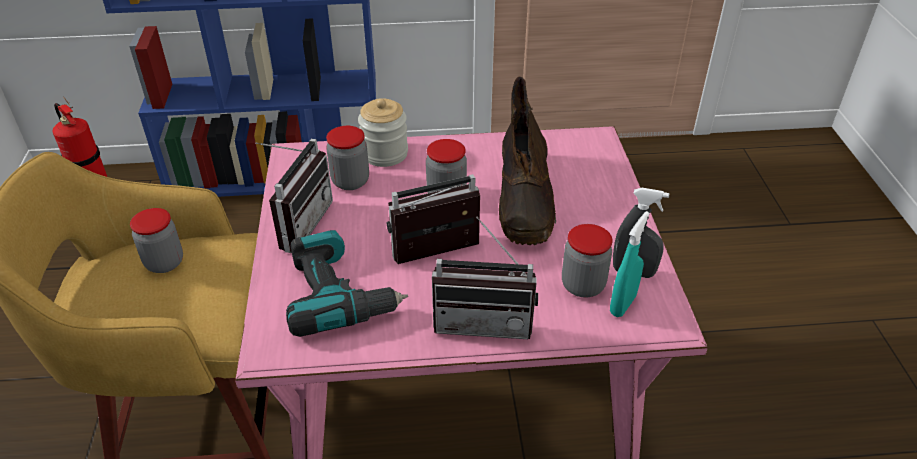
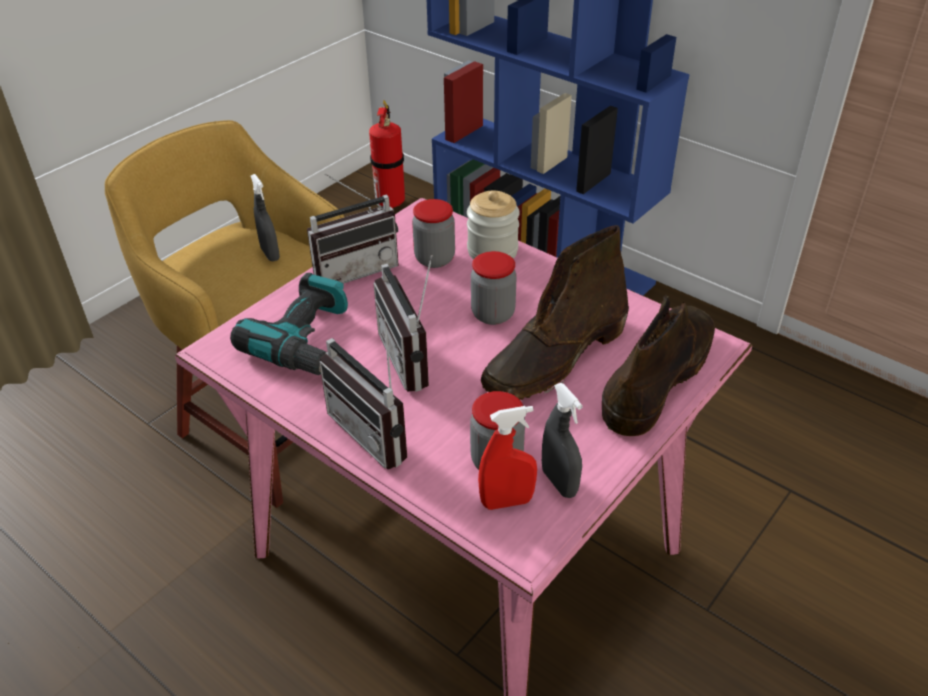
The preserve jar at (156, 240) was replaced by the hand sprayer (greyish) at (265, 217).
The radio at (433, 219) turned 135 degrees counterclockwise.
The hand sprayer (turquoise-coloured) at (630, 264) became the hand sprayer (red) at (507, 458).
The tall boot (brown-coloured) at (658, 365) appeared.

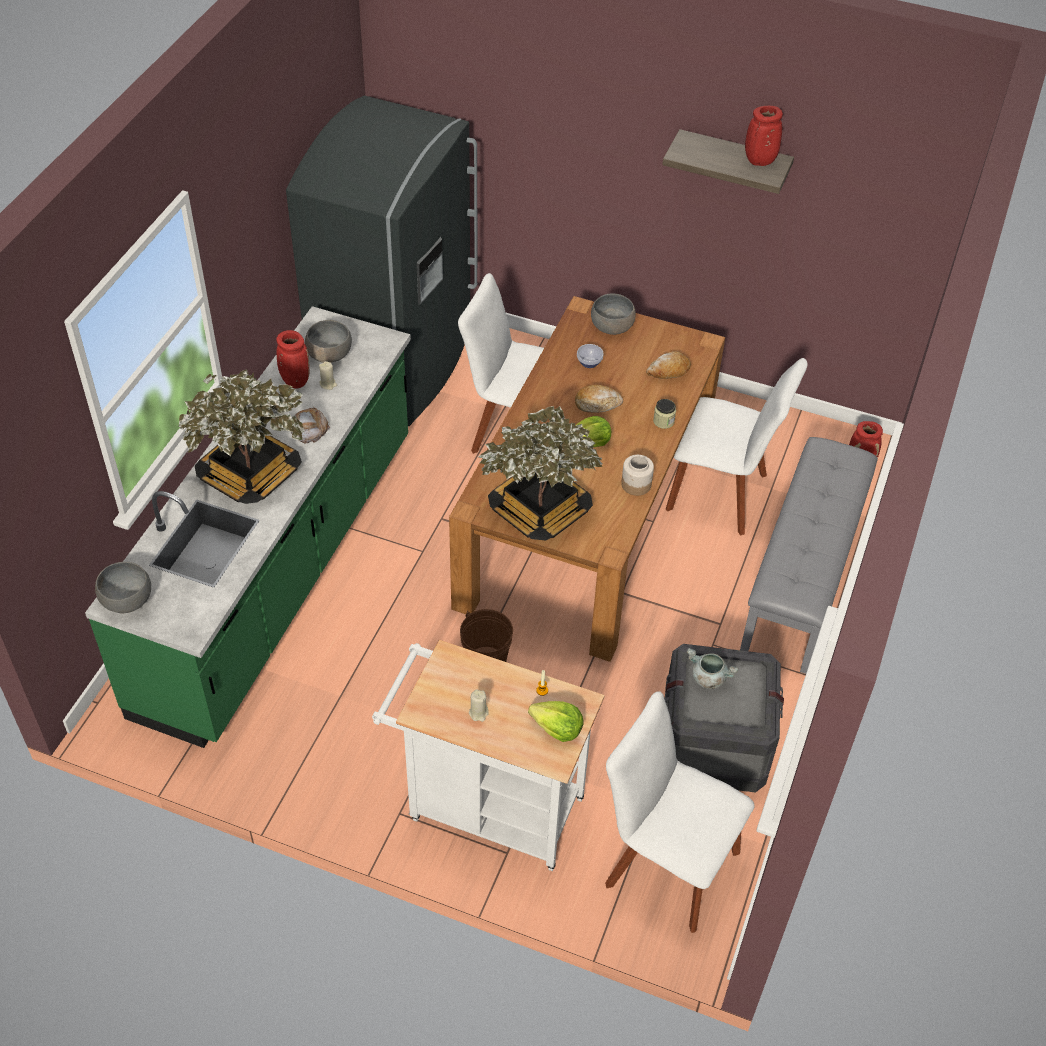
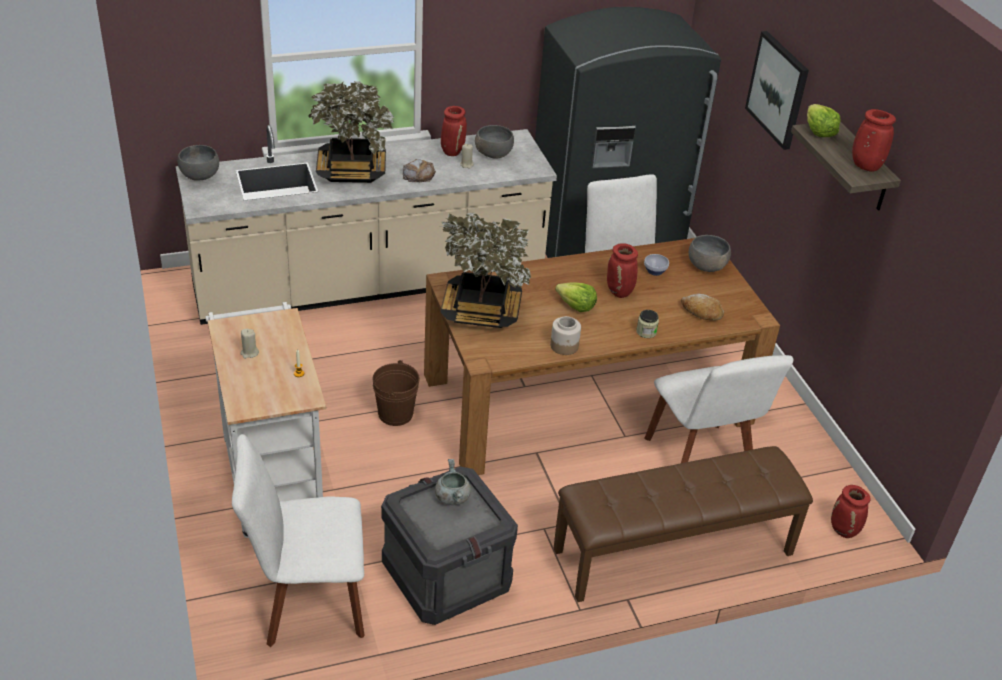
The counter (green-coloured) at (248, 527) became the counter (beige) at (366, 225).
The lettuce head moved from (555, 721) to (824, 120).
The baked bread at (599, 398) was replaced by the flower vase (red) at (622, 270).
The plain chair (white) at (680, 812) turned 90 degrees counterclockwise.
The indoor bench (greyish) at (809, 555) became the indoor bench (brown-coloured) at (683, 524).
The wall picture at (777, 90) appeared.

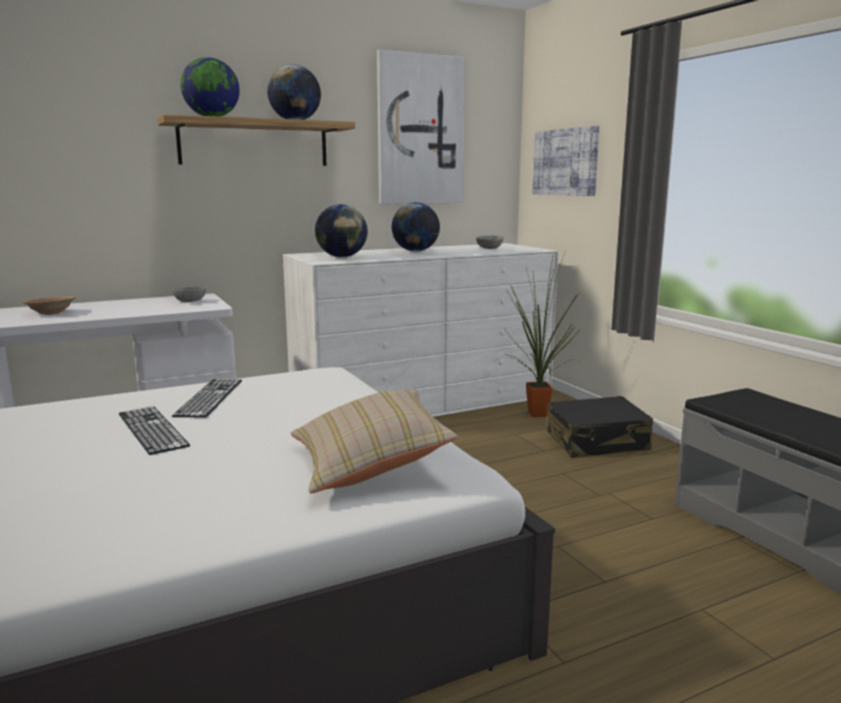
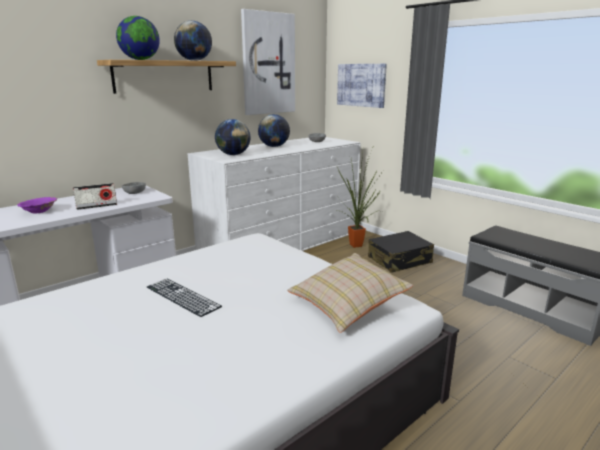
The bowl (brown-coloured) at (49, 305) became the bowl (purple) at (37, 205).
The keyboard at (207, 398) disappeared.
The radio at (95, 196) appeared.

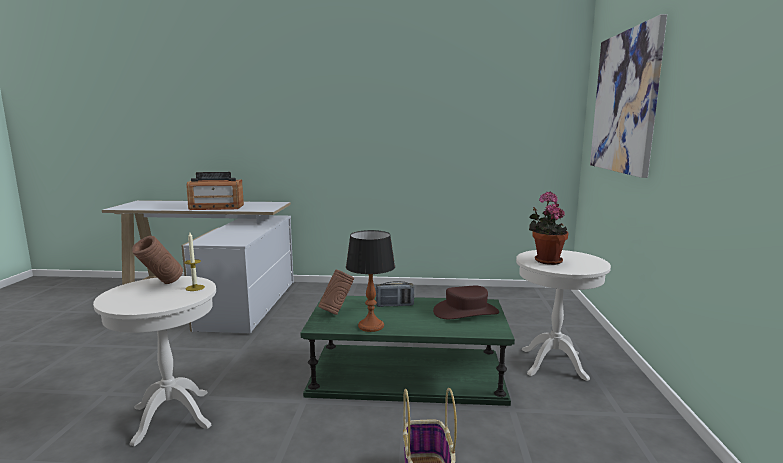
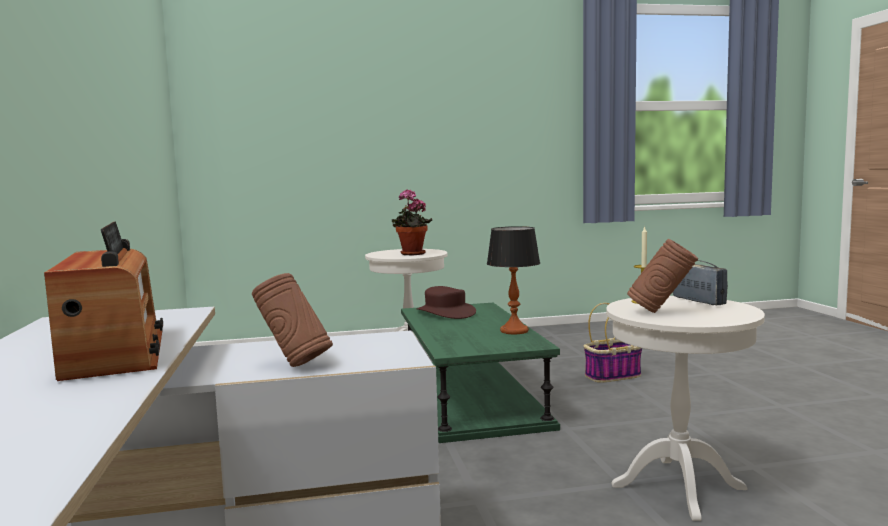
The flower vase (brown-coloured) moved from (336, 292) to (292, 320).
The radio moved from (395, 294) to (700, 282).
The wall picture at (628, 96) disappeared.

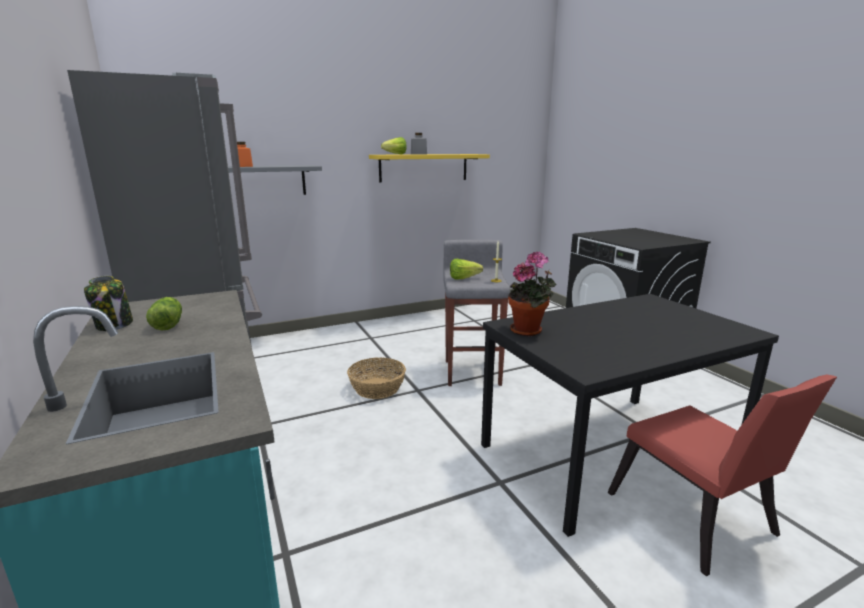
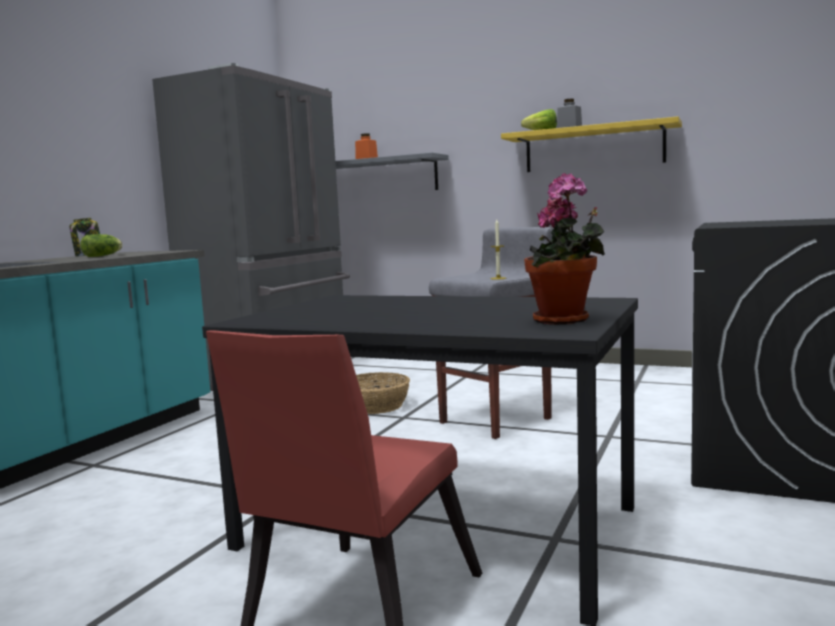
The lettuce head at (466, 269) disappeared.
The potted plant moved from (532, 293) to (564, 249).

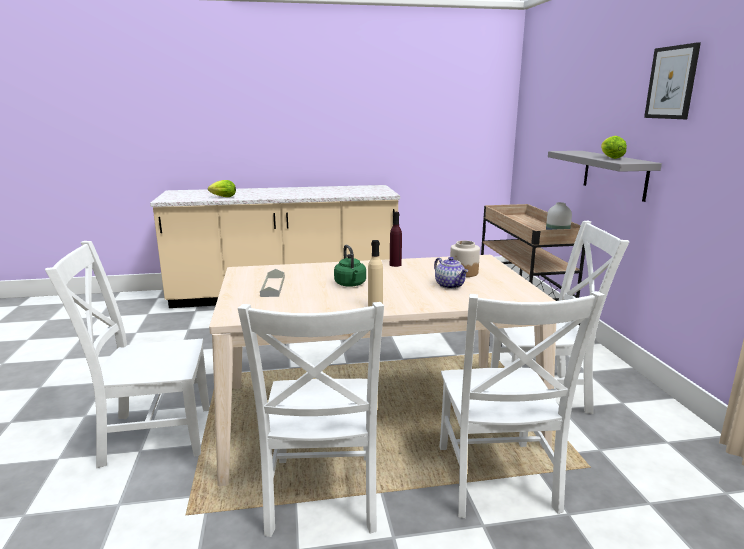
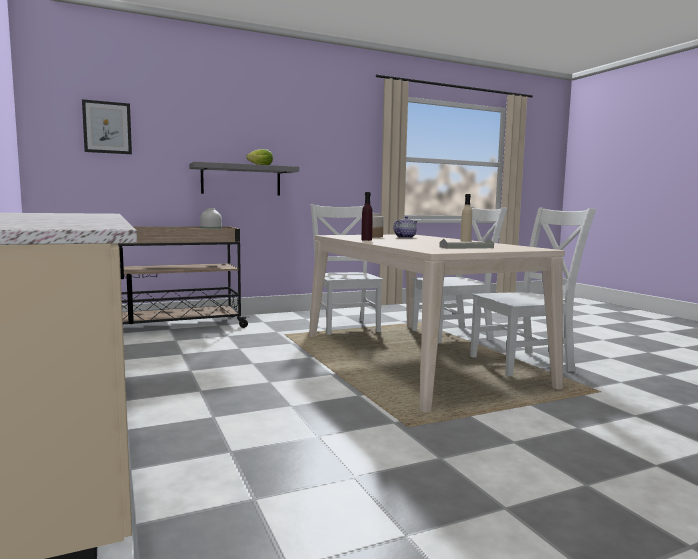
The plain chair (white) at (127, 354) disappeared.
The lettuce head at (222, 188) disappeared.
The tea kettle (green-coloured) at (350, 266) disappeared.
The wall picture moved from (672, 80) to (107, 126).

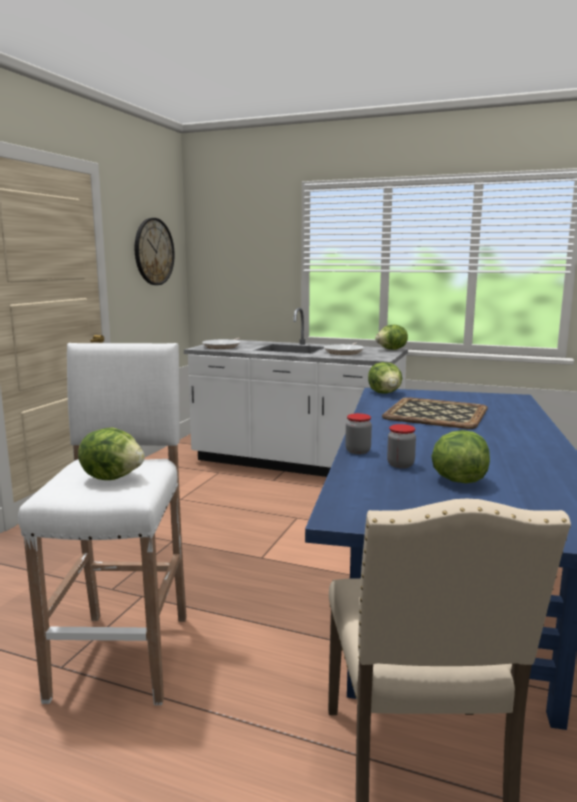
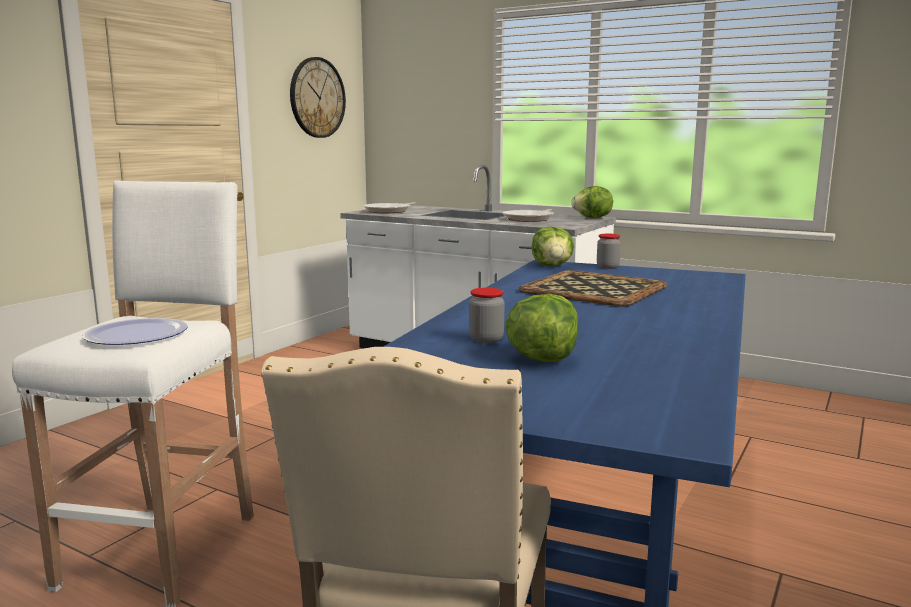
The lettuce head at (111, 453) was replaced by the dinner plate at (135, 331).
The preserve jar moved from (358, 433) to (609, 251).

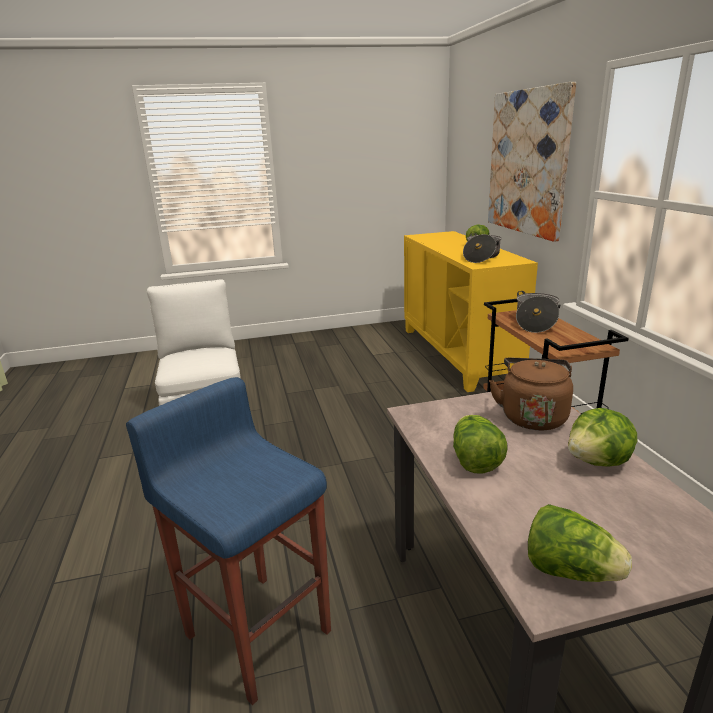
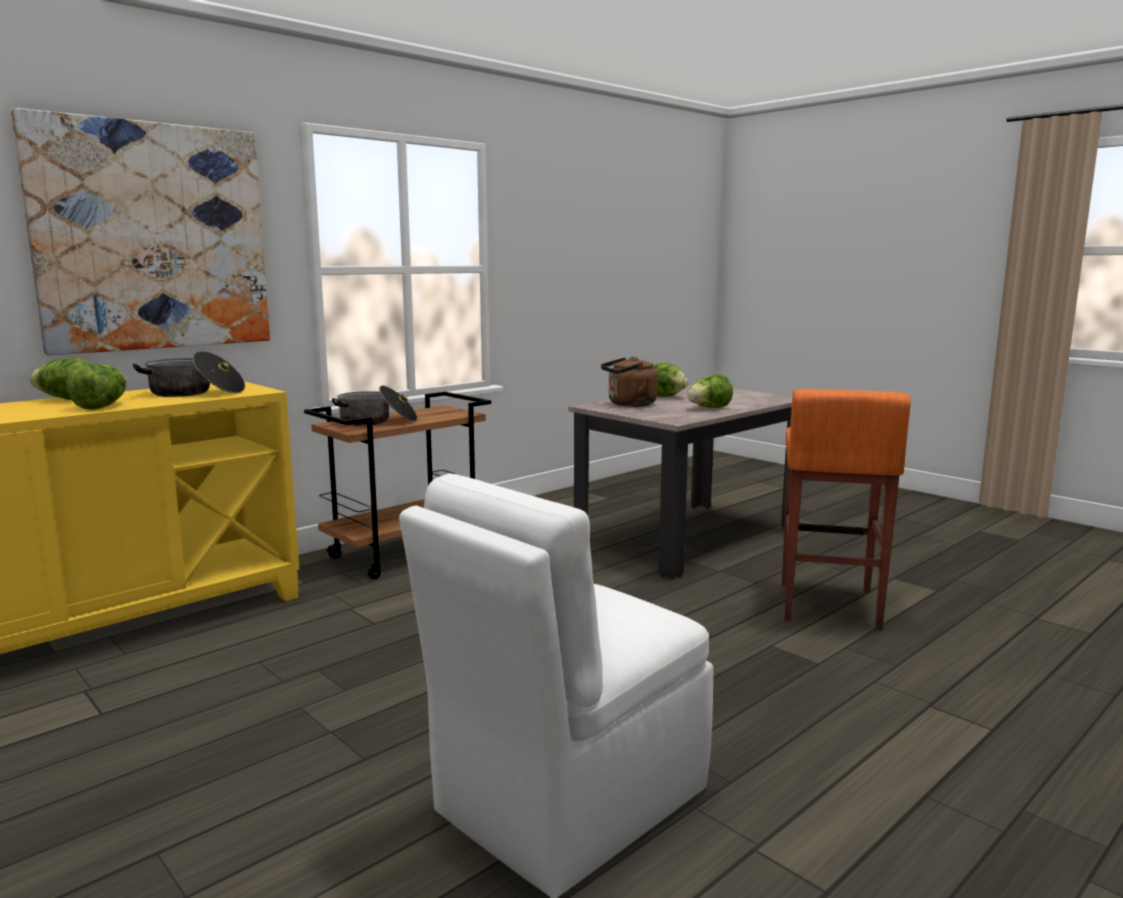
The stool seat (bluish) at (228, 541) became the stool seat (orangey) at (846, 509).
The lettuce head moved from (580, 543) to (96, 387).

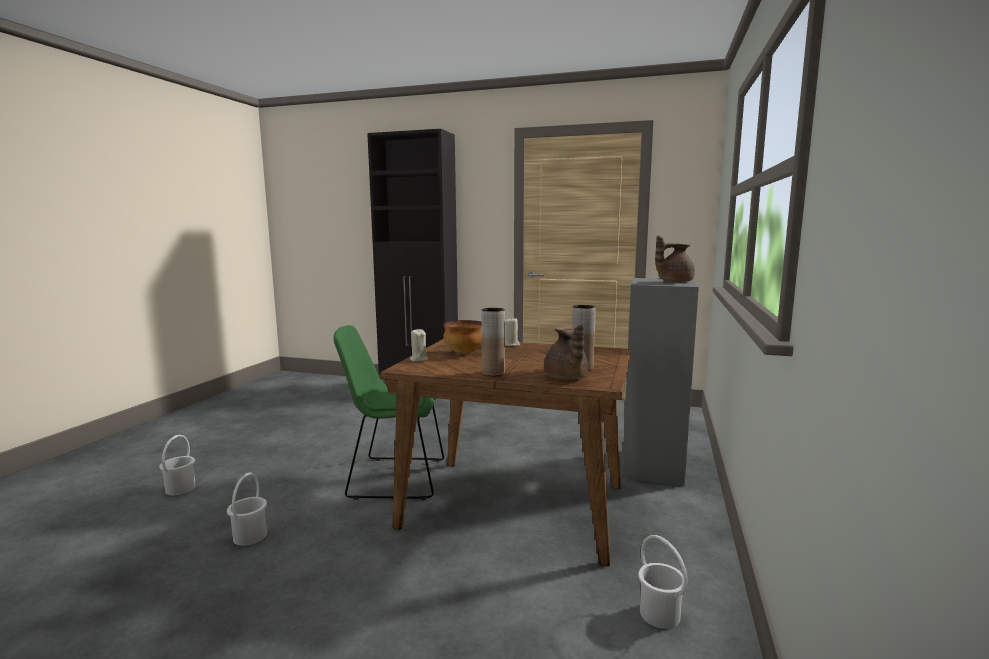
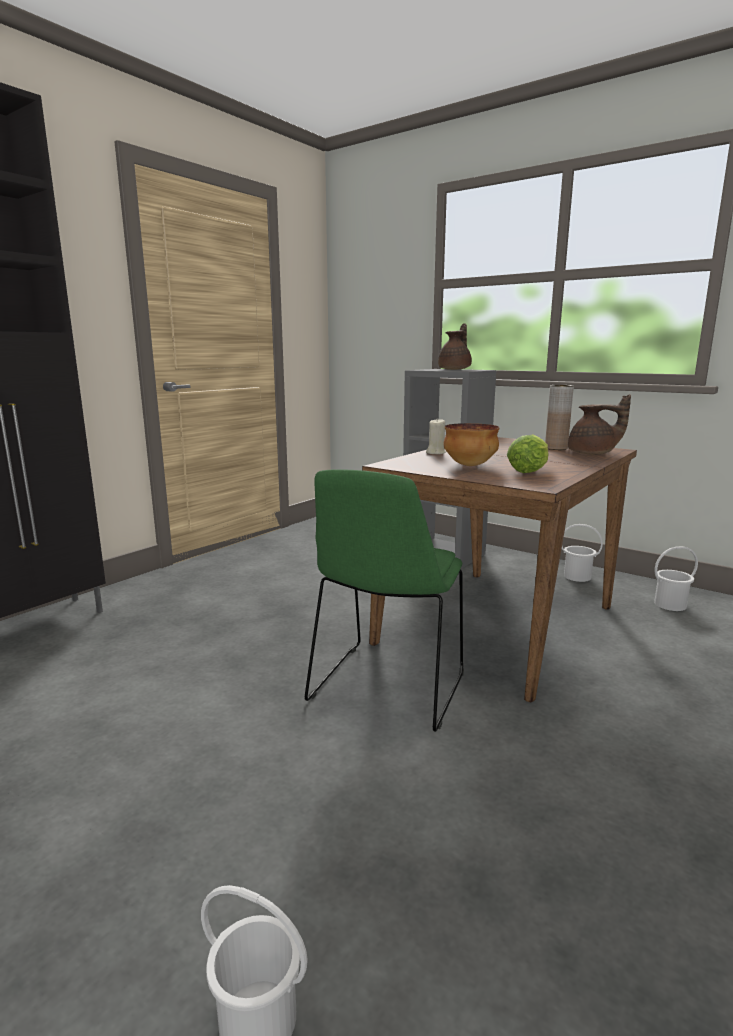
The water bucket (white) moved from (247, 509) to (582, 553).
The candle (beige) at (419, 345) disappeared.
The flower vase (brown-coloured) at (493, 342) disappeared.
The tea pot (brown-coloured) at (675, 258) turned 150 degrees counterclockwise.
The lettuce head at (528, 453) appeared.

